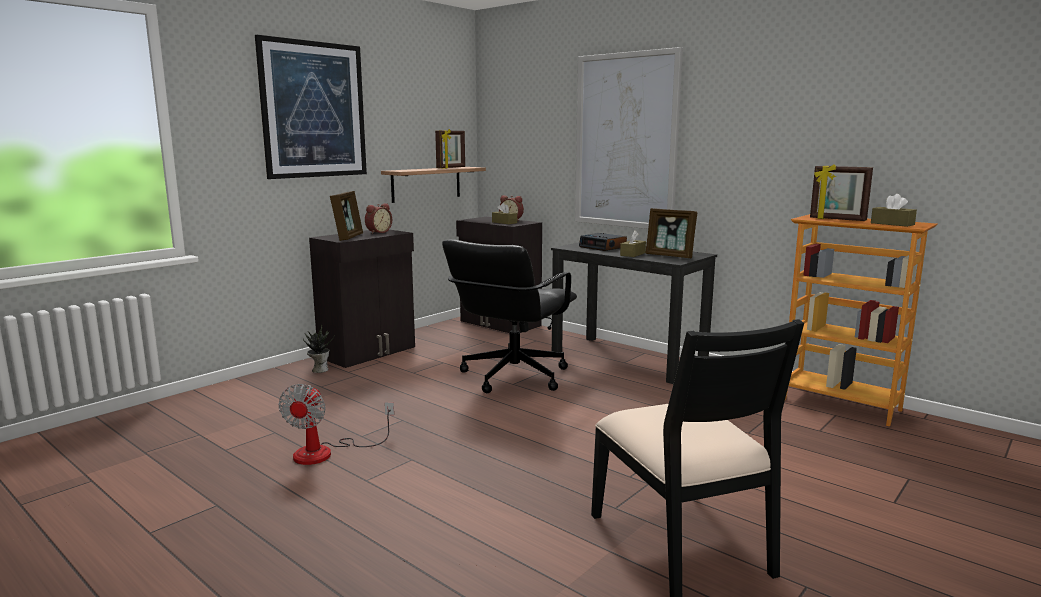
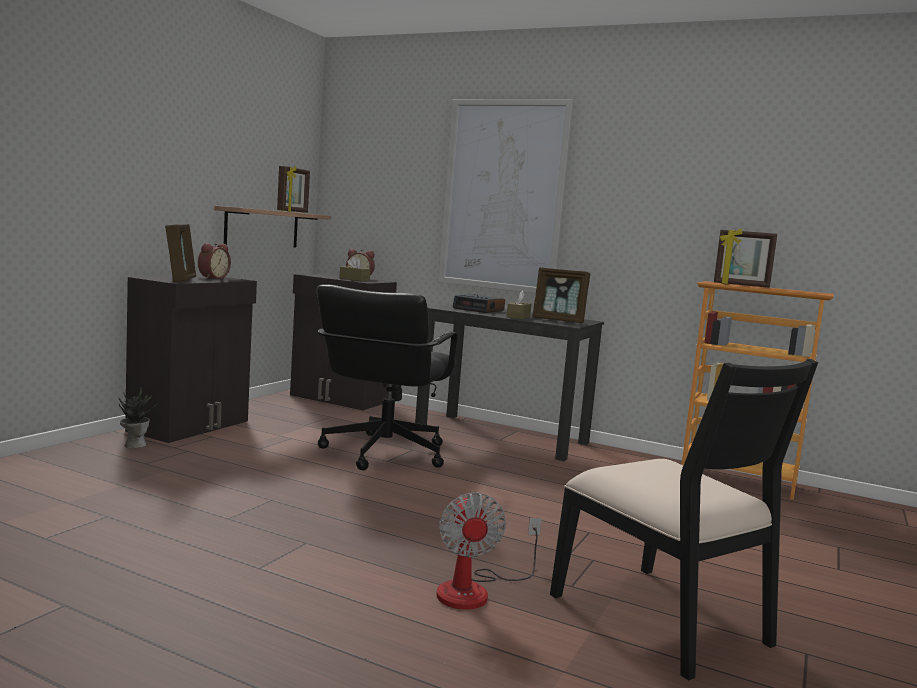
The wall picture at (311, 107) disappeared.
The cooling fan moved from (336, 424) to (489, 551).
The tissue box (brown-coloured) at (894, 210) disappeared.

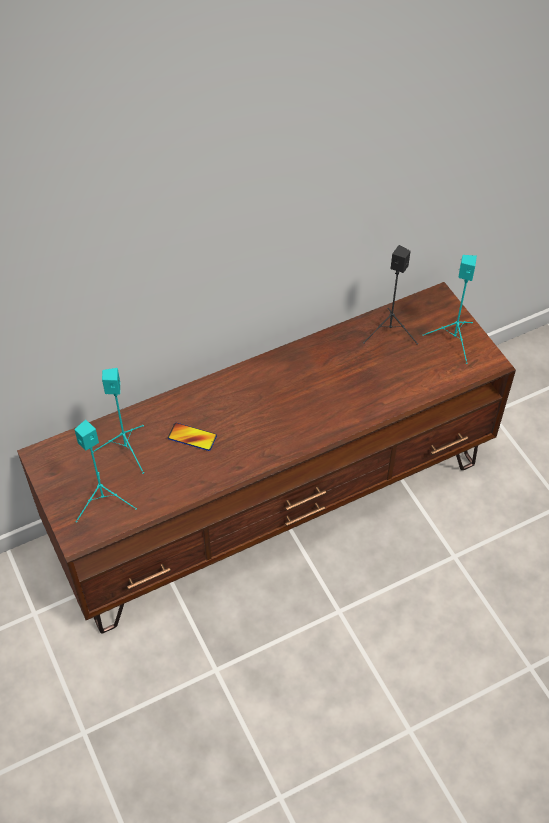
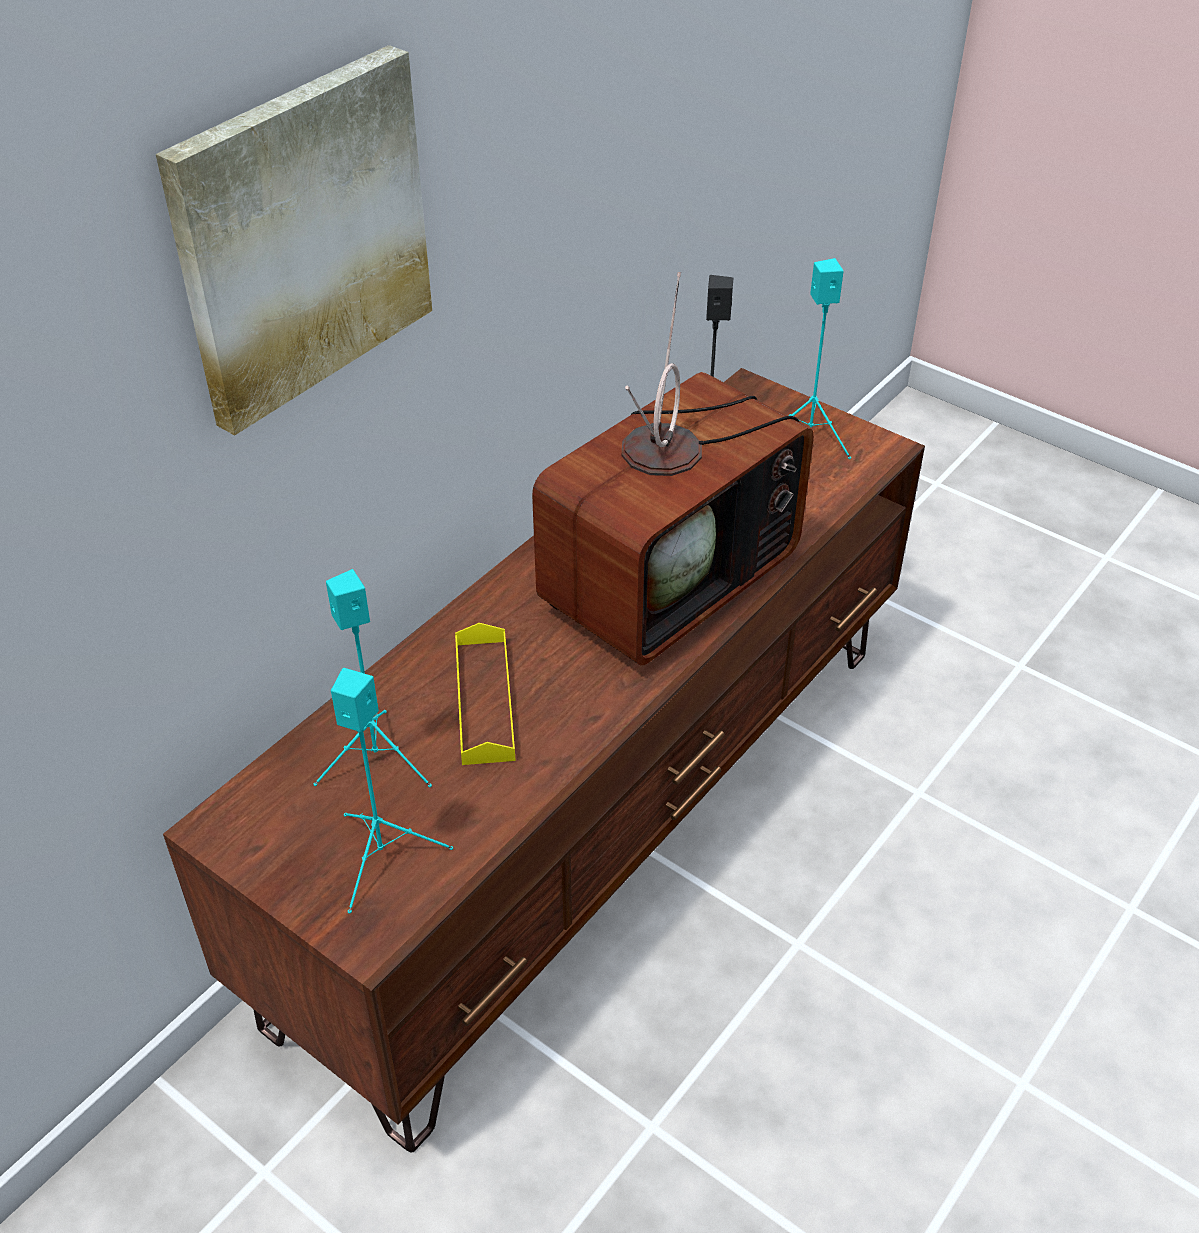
The telephone at (192, 437) was replaced by the carrying tray (yellowish) at (485, 694).
The wall picture at (294, 240) appeared.
The TV set at (673, 468) appeared.

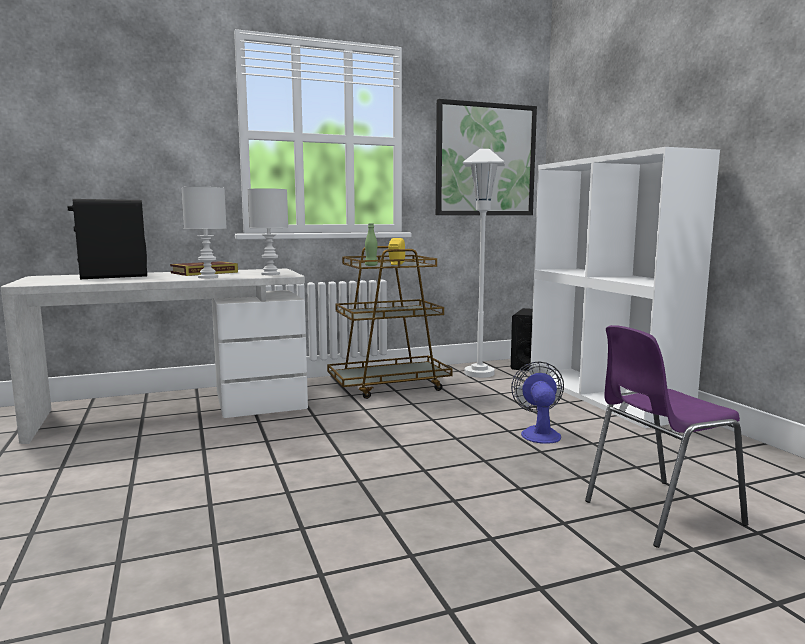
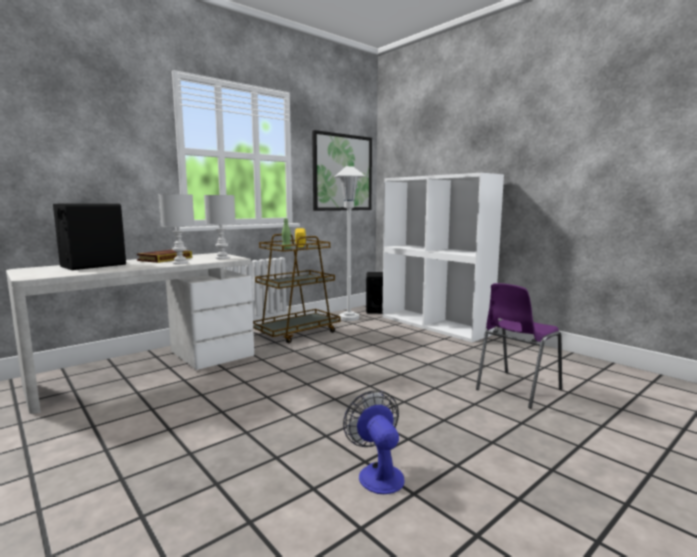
The cooling fan moved from (537, 403) to (374, 442).

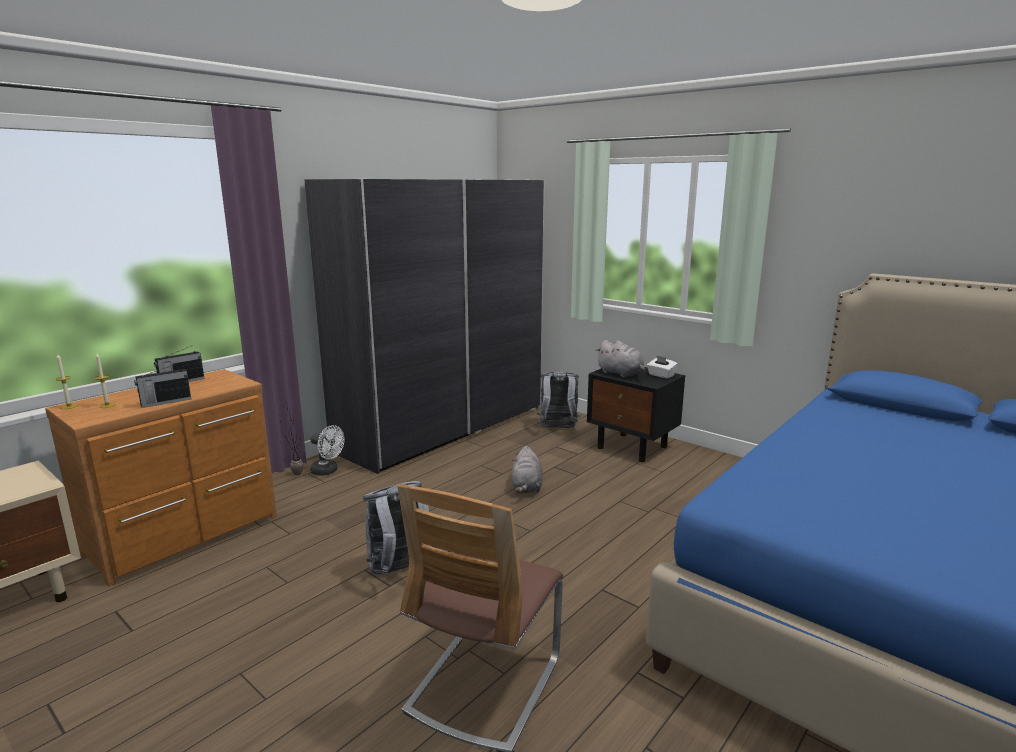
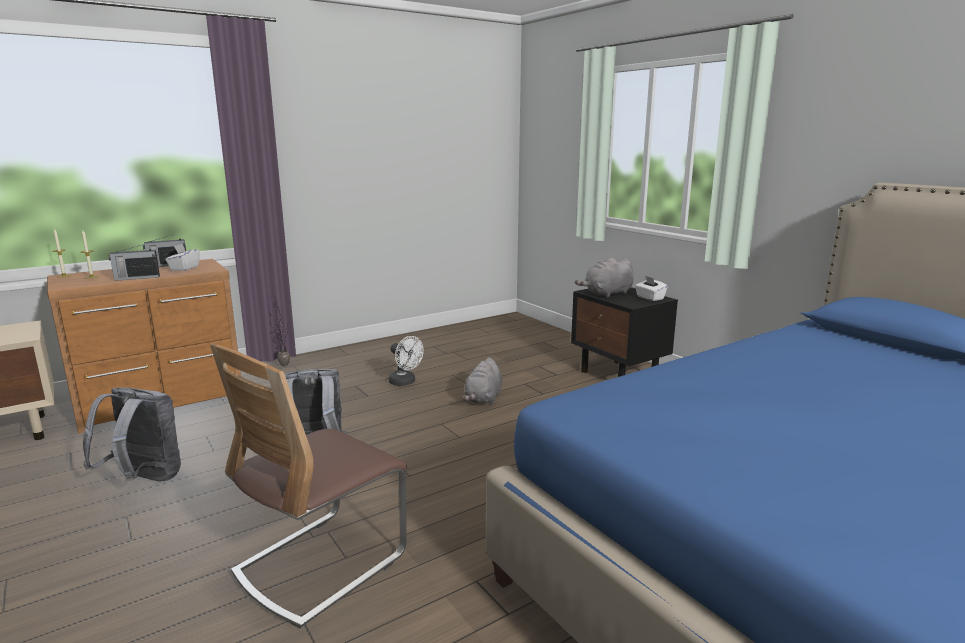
The clothes cupboard (greyish) at (425, 326) disappeared.
The cooling fan (white) moved from (327, 450) to (406, 361).
The backpack (greyish) moved from (558, 399) to (132, 434).
The cuddly toy (greyish) at (620, 358) turned 90 degrees clockwise.
The tissue box (white) at (182, 257) appeared.

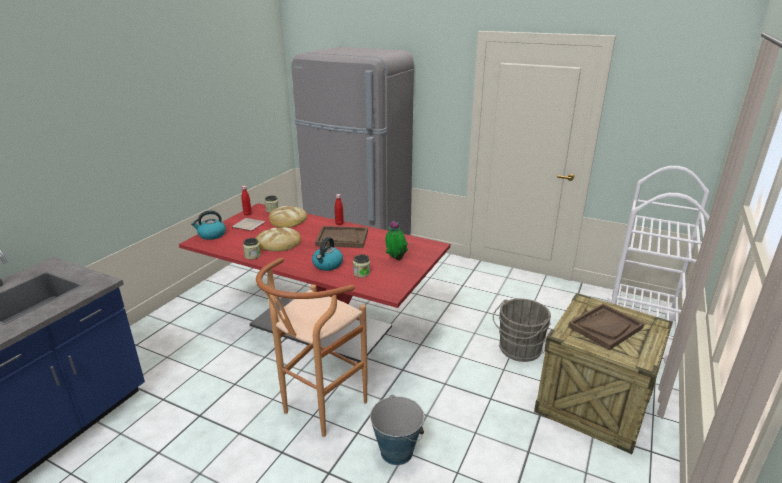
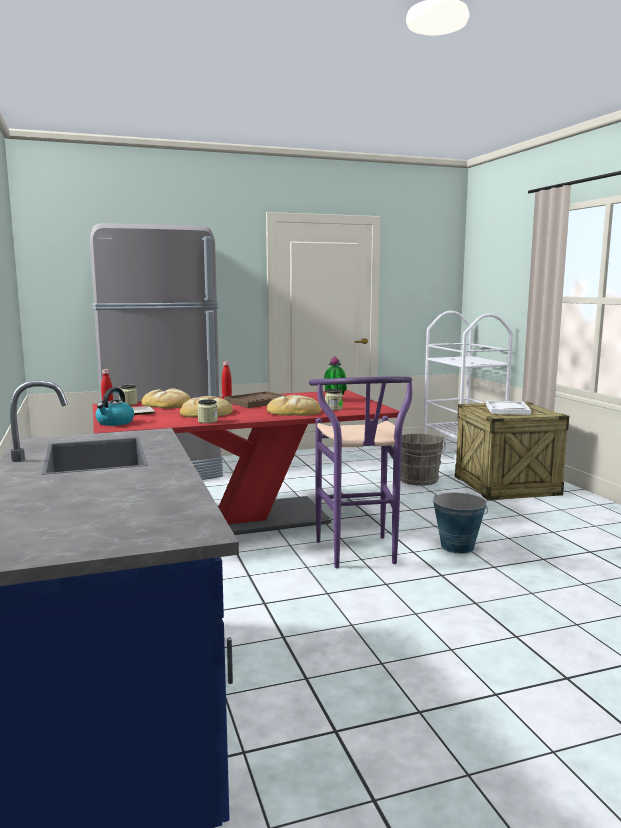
The stool seat (brown-coloured) at (311, 347) became the stool seat (purple) at (360, 472).
The tea kettle at (327, 254) was replaced by the baked bread at (294, 405).
The carrying tray (brown-coloured) at (606, 326) became the carrying tray (white) at (508, 408).

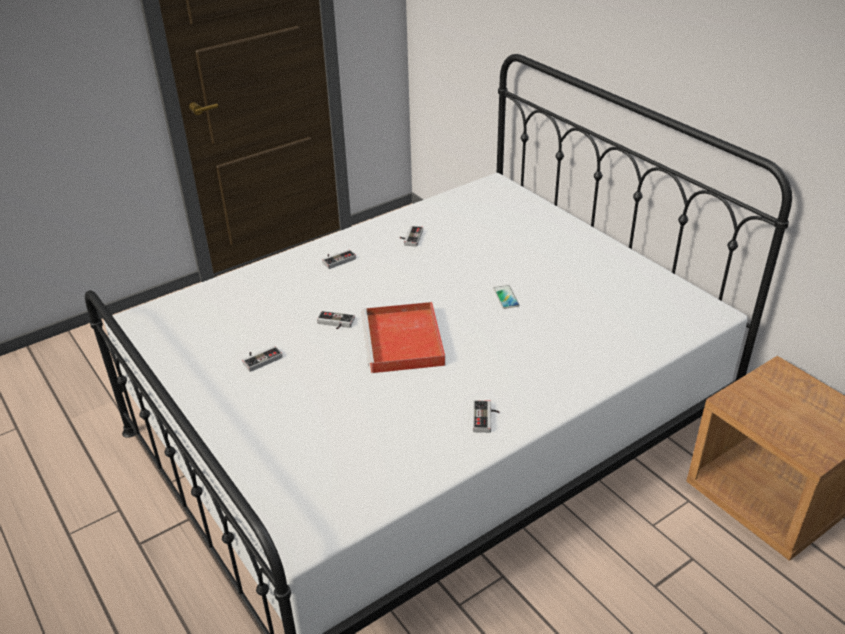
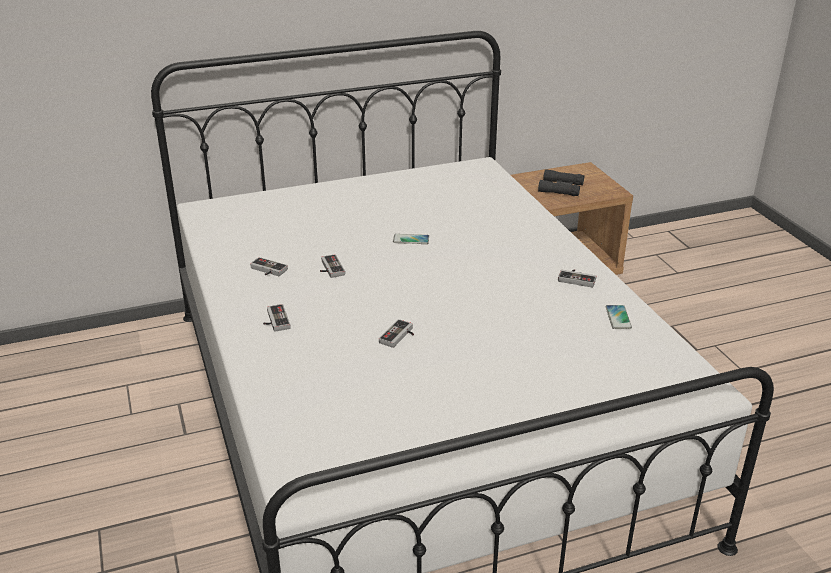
The gamepad moved from (262, 359) to (332, 266).
The carrying tray (red) at (403, 337) disappeared.
The field glasses (black-coloured) at (561, 182) appeared.
The telephone at (619, 317) appeared.

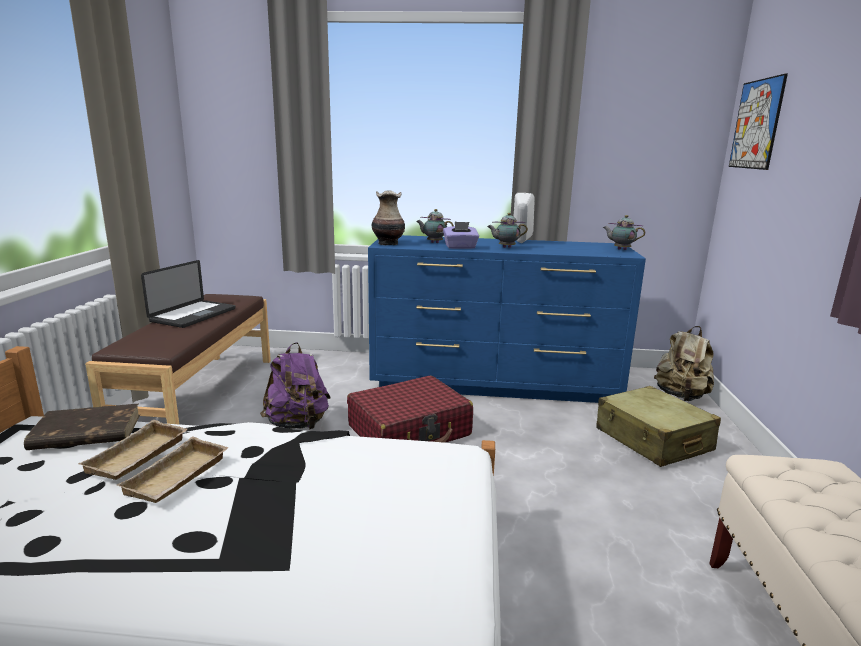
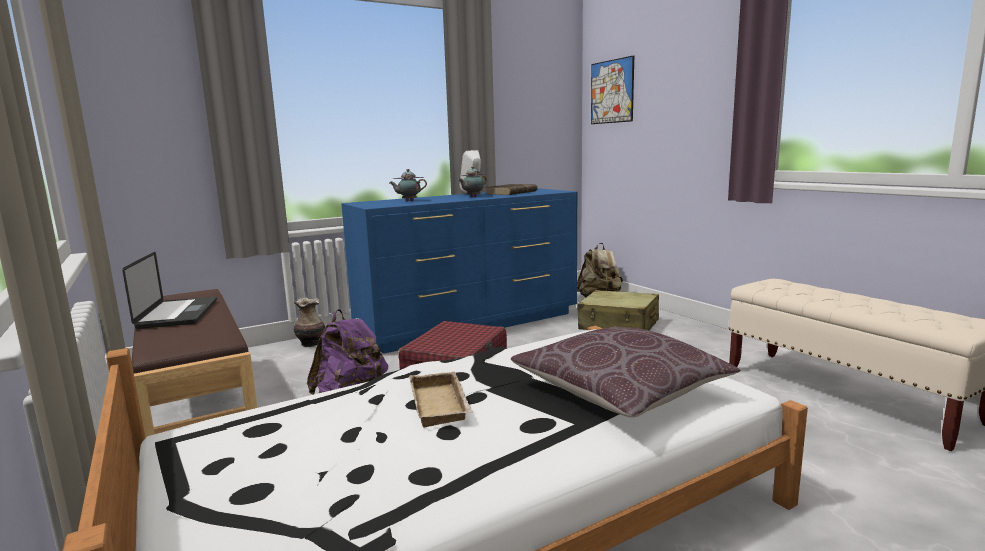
The bound book (brown-coloured) moved from (82, 427) to (511, 189).
The carrying tray (beige) at (132, 450) disappeared.
The flower vase moved from (388, 218) to (309, 322).
The tissue box (purple) at (461, 235) disappeared.
The tea pot at (624, 232) disappeared.
The pillow (brown-coloured) at (626, 372) appeared.

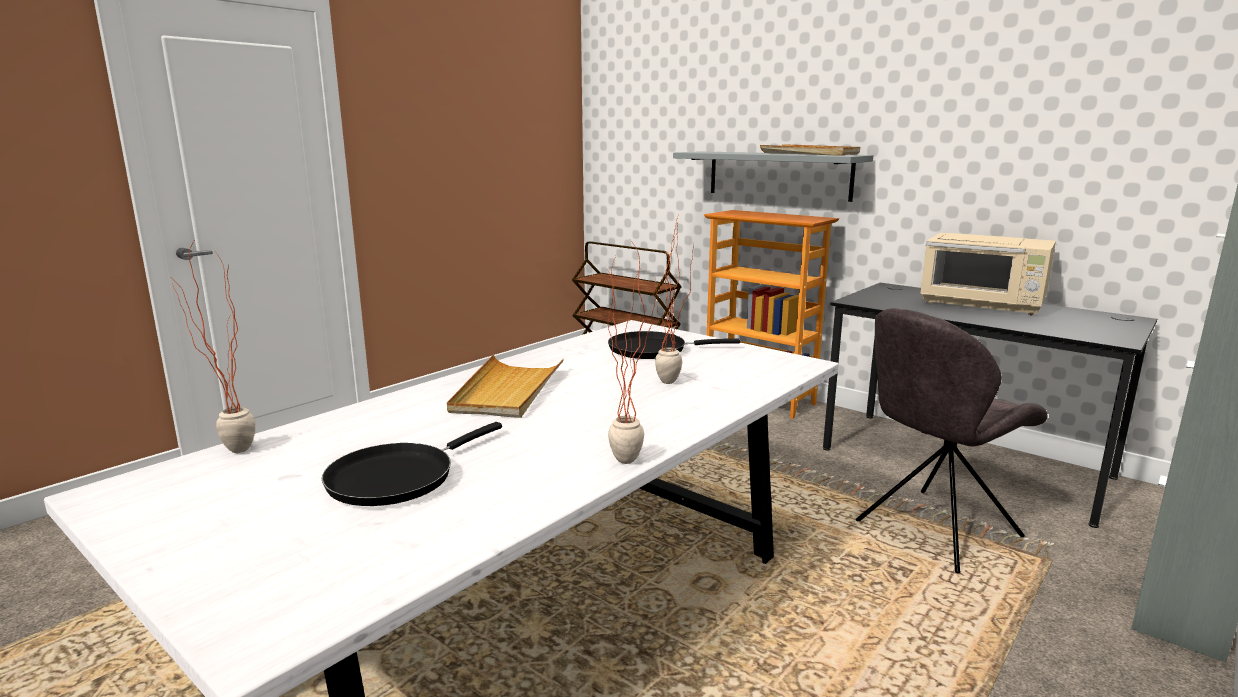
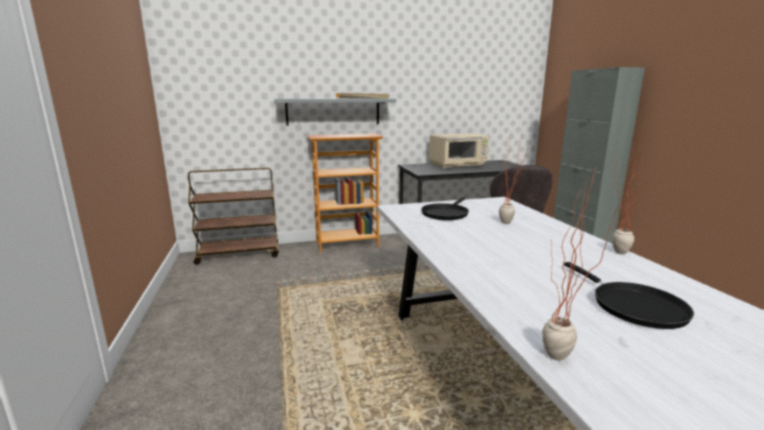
The carrying tray (beige) at (505, 386) disappeared.

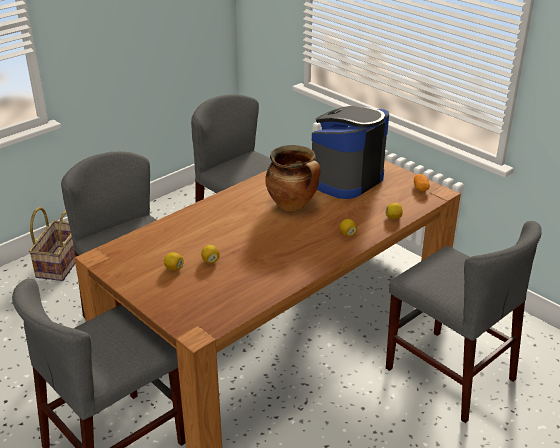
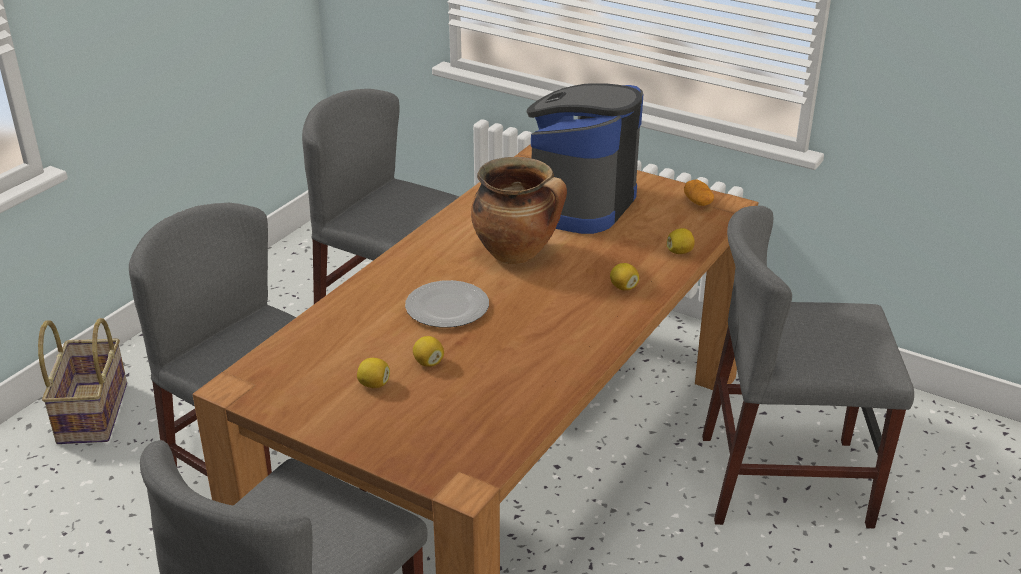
The plain chair (greyish) at (464, 322) turned 150 degrees clockwise.
The dinner plate at (447, 303) appeared.

